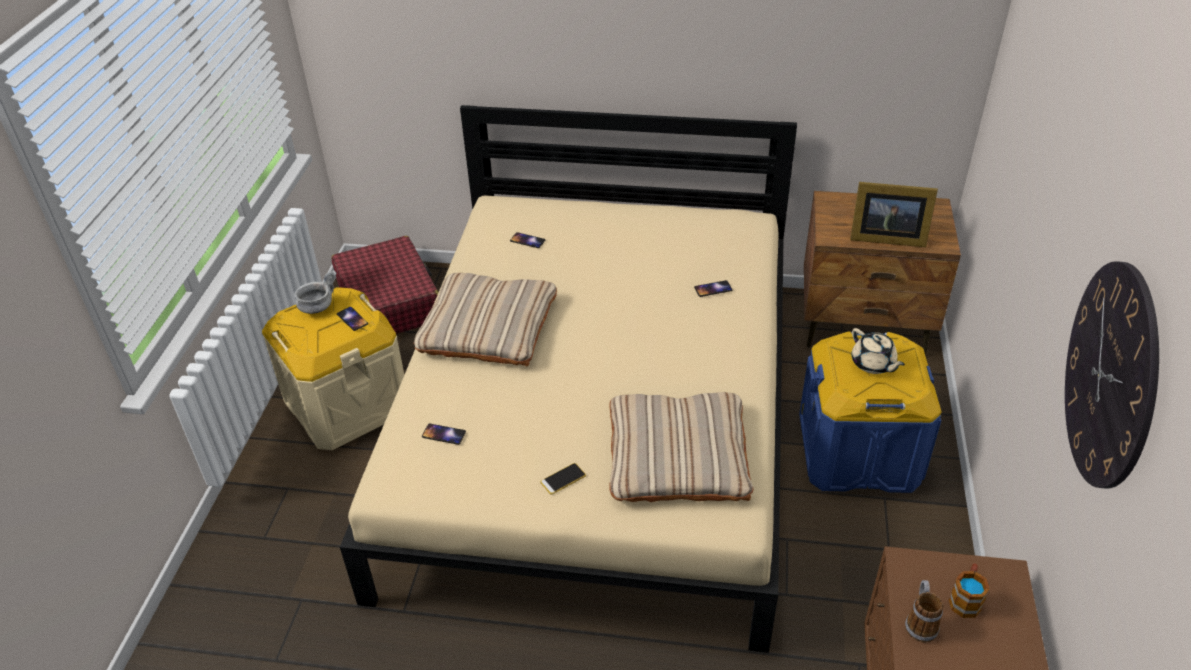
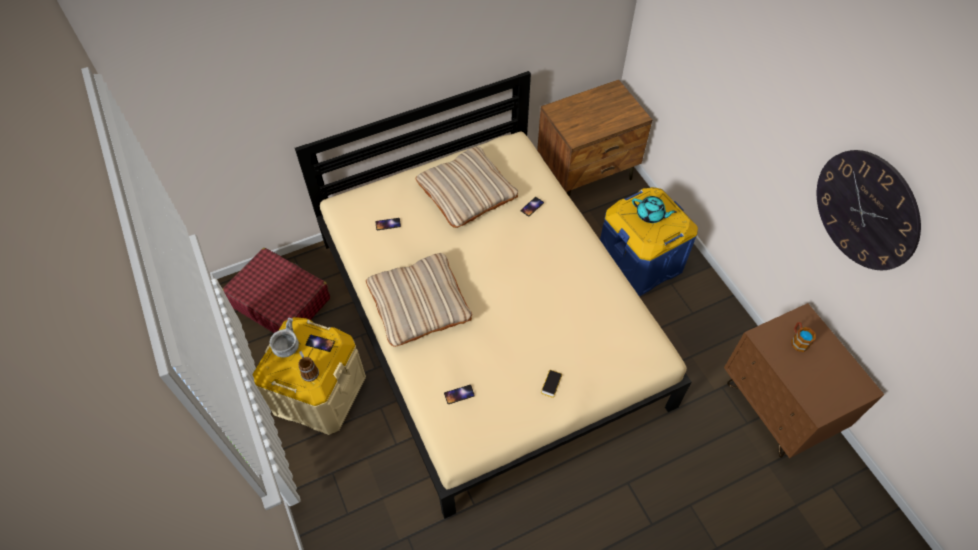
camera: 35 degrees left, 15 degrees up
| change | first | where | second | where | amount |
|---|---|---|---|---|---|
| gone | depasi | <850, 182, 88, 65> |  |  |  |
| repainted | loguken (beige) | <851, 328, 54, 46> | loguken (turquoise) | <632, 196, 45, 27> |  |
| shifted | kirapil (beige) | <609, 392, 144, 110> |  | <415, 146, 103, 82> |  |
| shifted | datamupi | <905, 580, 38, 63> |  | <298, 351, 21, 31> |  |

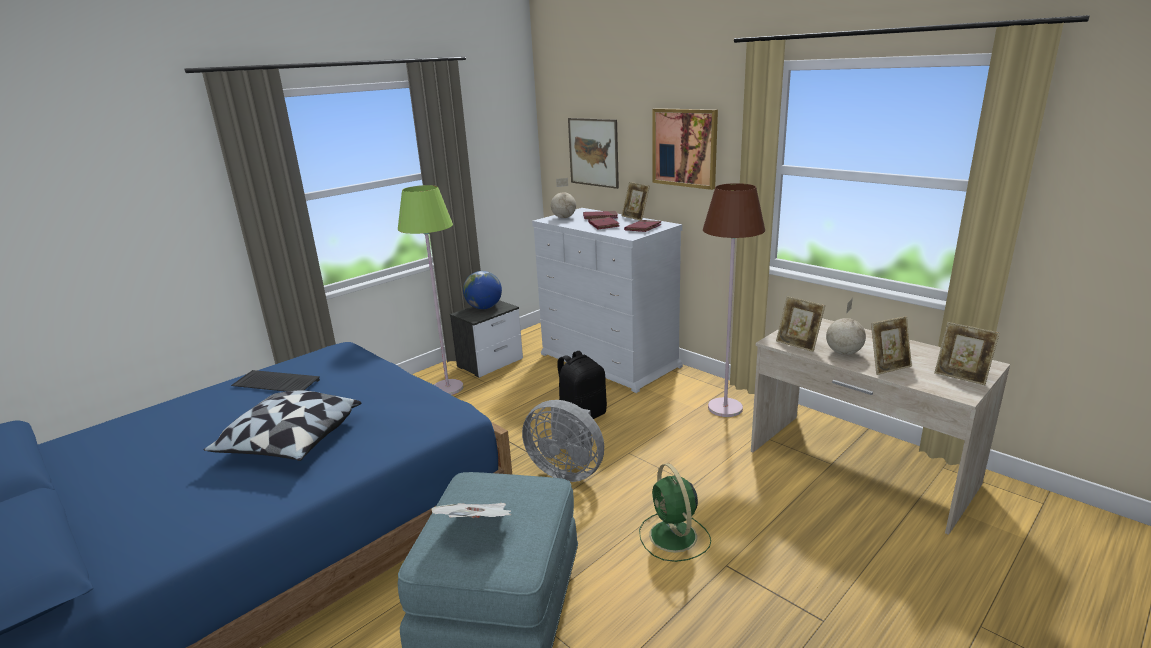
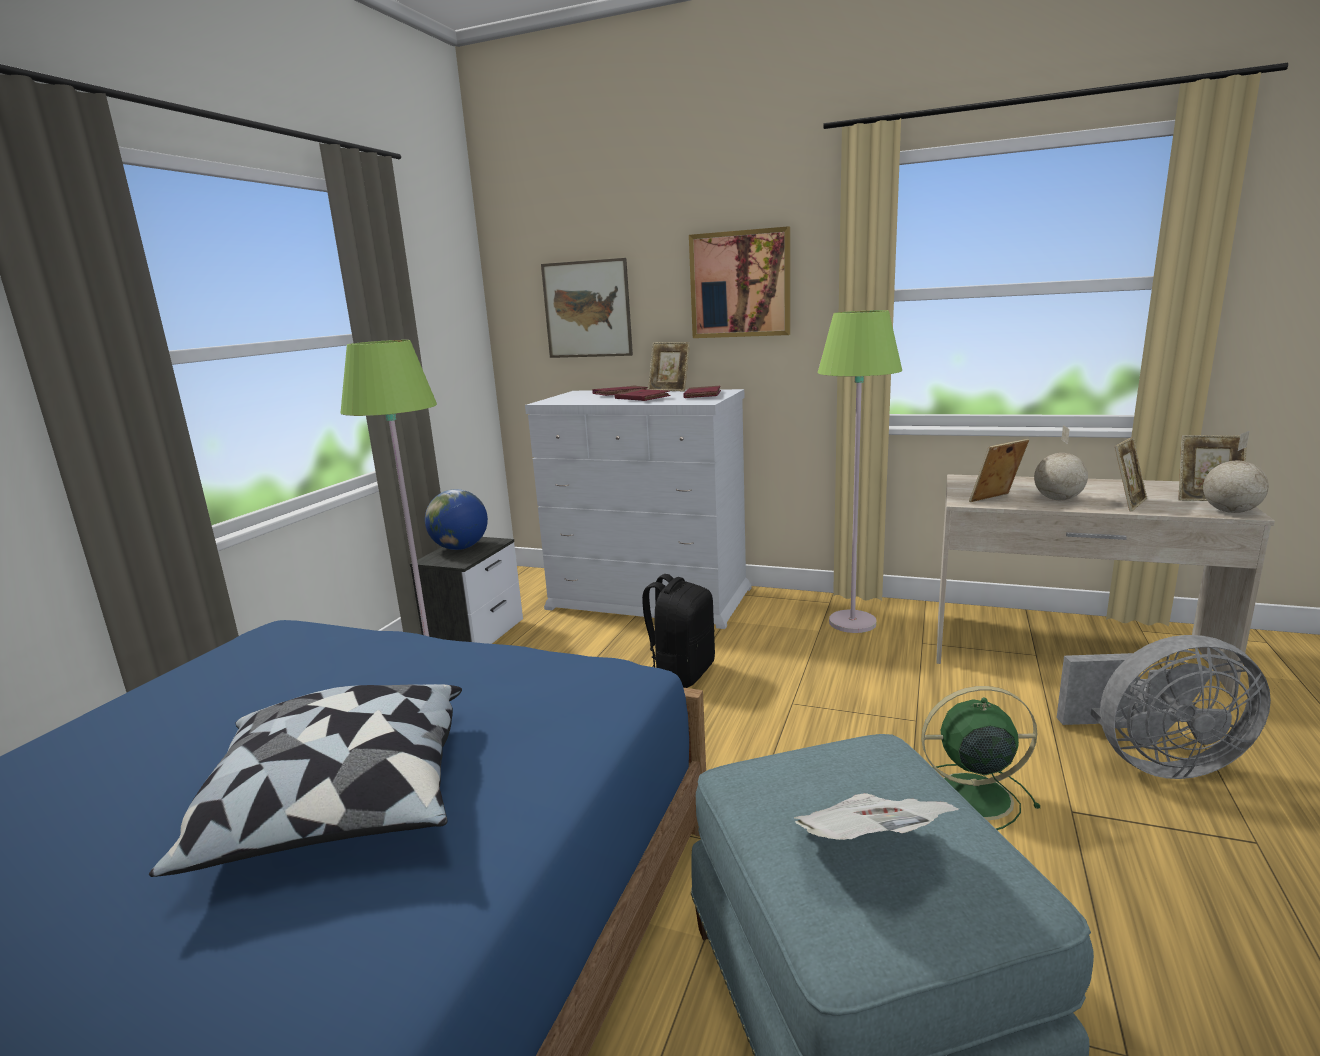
camera: 25 degrees left, 5 degrees down
| change | first | where | second | where | amount |
|---|---|---|---|---|---|
| shifted | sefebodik | <551, 178, 25, 40> |  | <1203, 431, 66, 82> |  |
| repainted | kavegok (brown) | <703, 183, 62, 234> | kavegok (green) | <818, 310, 84, 323> |  |
| rotated | depasi | <776, 296, 49, 56> |  | <969, 439, 60, 63> | 135 degrees clockwise |
| gone | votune | <231, 370, 89, 22> |  |  |  |
| shifted | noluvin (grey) | <522, 400, 82, 82> |  | <1057, 635, 214, 144> |  |
| rotated | noluvin (green) | <639, 463, 72, 99> |  | <922, 686, 119, 144> | 135 degrees clockwise |

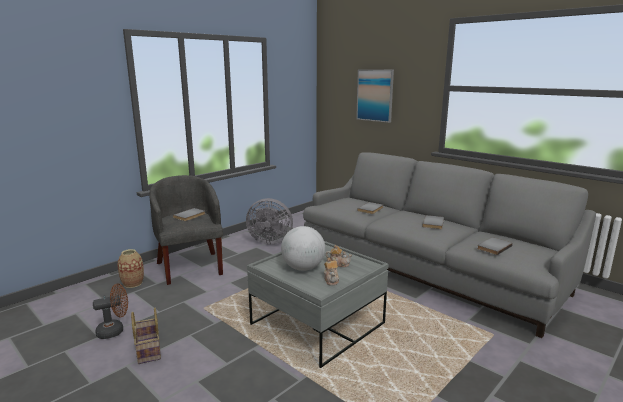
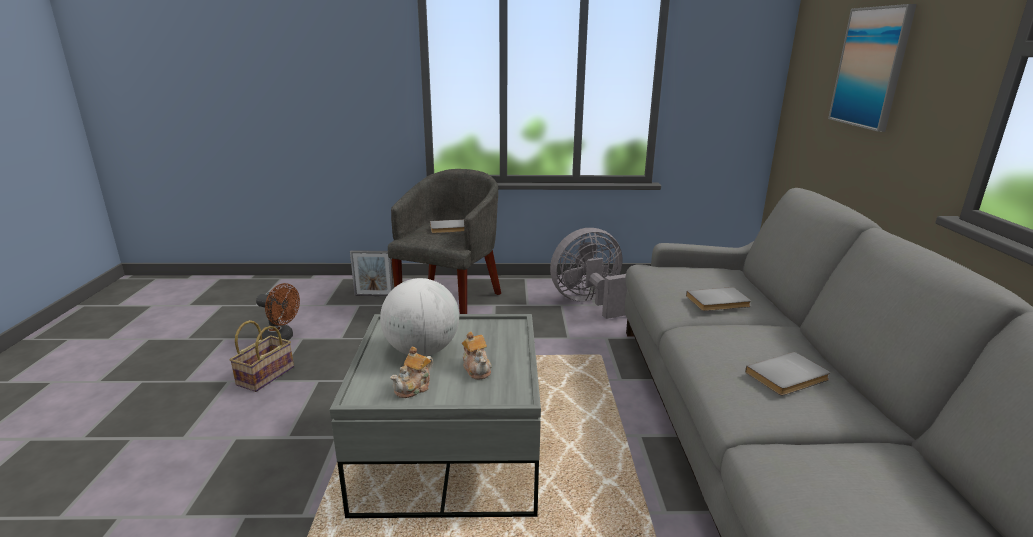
camera: 45 degrees right, 5 degrees up
| change | first | where | second | where | amount |
|---|---|---|---|---|---|
| rotated | noluvin (grey) | <246, 198, 47, 47> |  | <550, 228, 78, 91> | 105 degrees clockwise |
| gone | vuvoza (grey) | <477, 237, 36, 18> |  |  |  |
| swapped | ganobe | <118, 249, 26, 39> | depasi | <350, 250, 43, 46> |  |

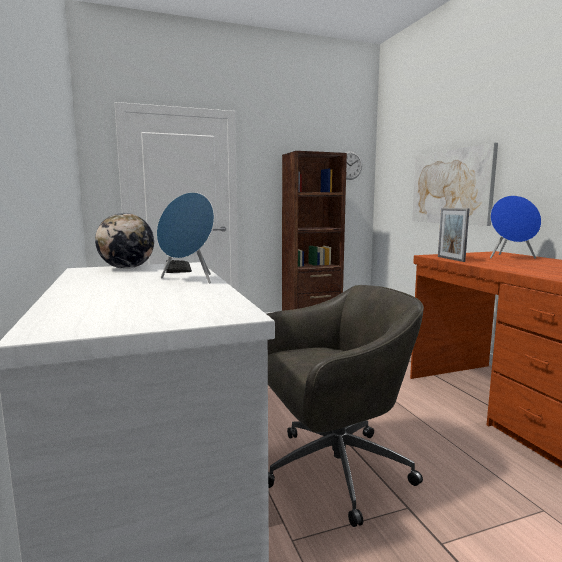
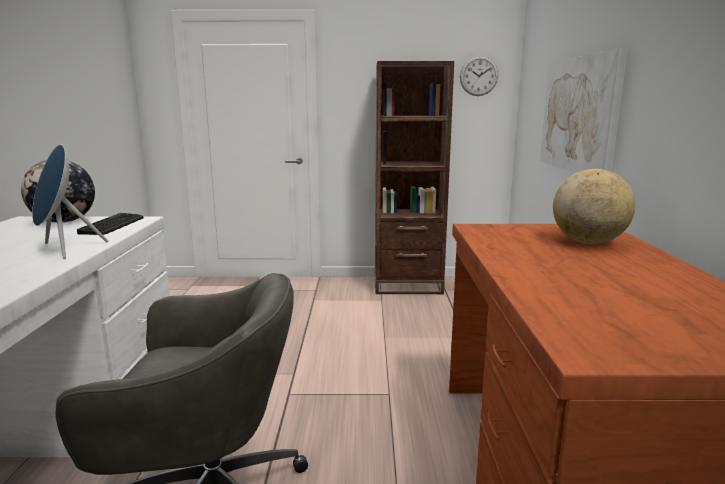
camera: 20 degrees right, 5 degrees up
| change | first | where | second | where | amount |
|---|---|---|---|---|---|
| swapped | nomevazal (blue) | <490, 195, 51, 64> | sefebodik | <553, 169, 82, 75> |  |
| gone | depasi | <438, 208, 31, 54> |  |  |  |

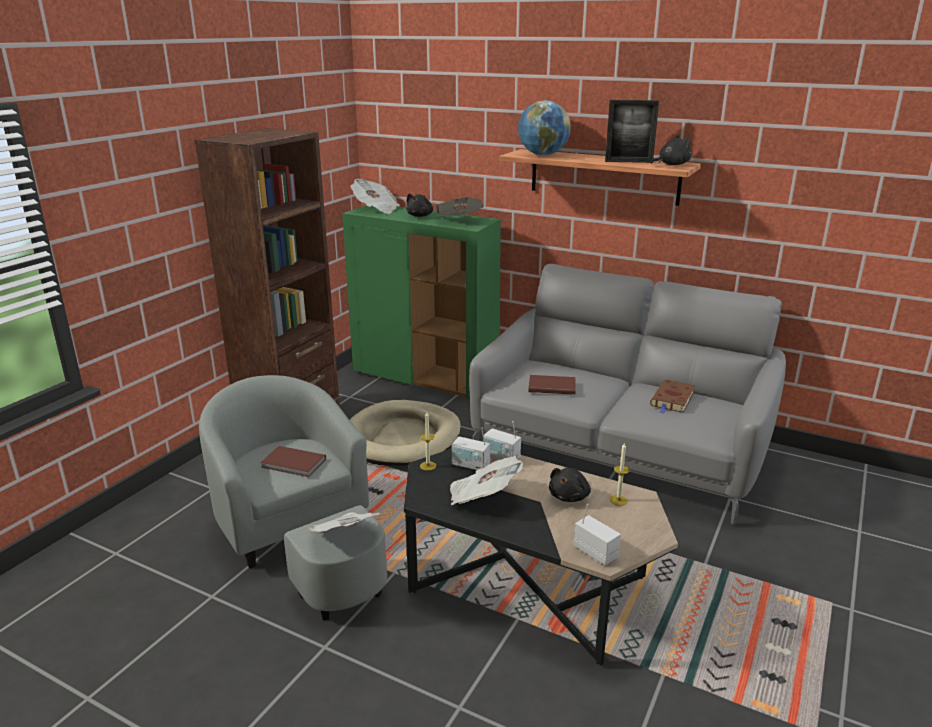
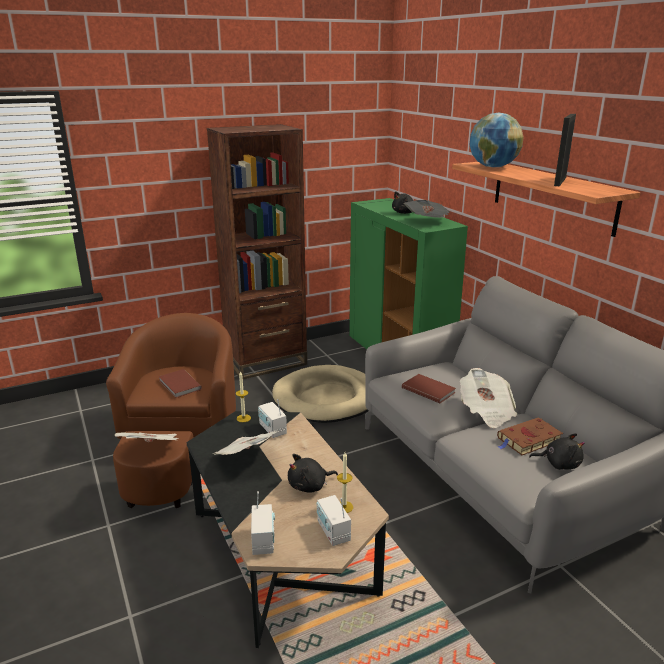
camera: 35 degrees right, 0 degrees up
| change | first | where | second | where | amount |
|---|---|---|---|---|---|
| rotated | depasi | <605, 100, 54, 63> |  | <554, 114, 22, 72> | 75 degrees clockwise |
| shifted | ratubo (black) | <651, 135, 41, 30> |  | <529, 433, 56, 37> |  |
| shifted | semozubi | <351, 179, 49, 35> |  | <460, 368, 57, 60> |  |
| repainted | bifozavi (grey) | <199, 375, 188, 245> | bifozavi (brown) | <106, 313, 130, 195> |  |
| shifted | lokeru | <483, 421, 38, 39> |  | <317, 495, 34, 51> |  |

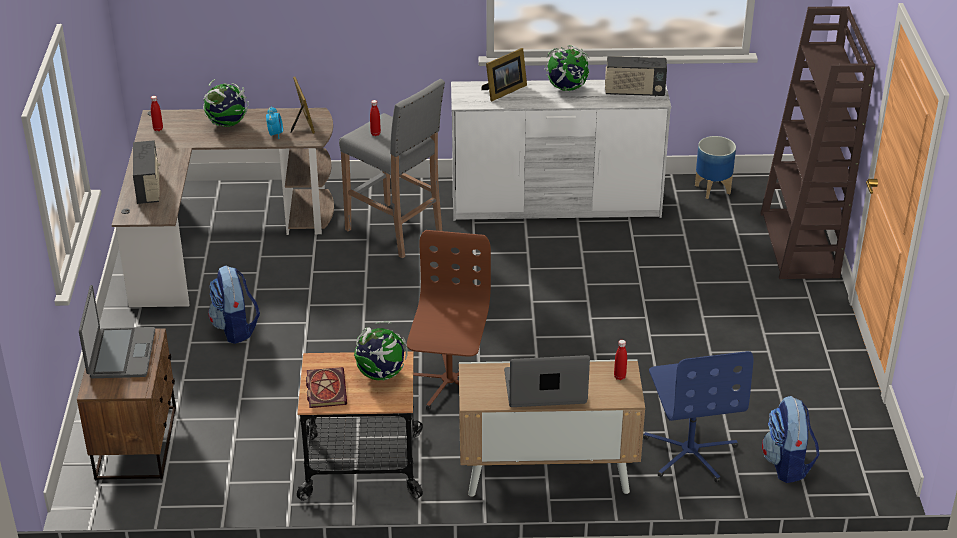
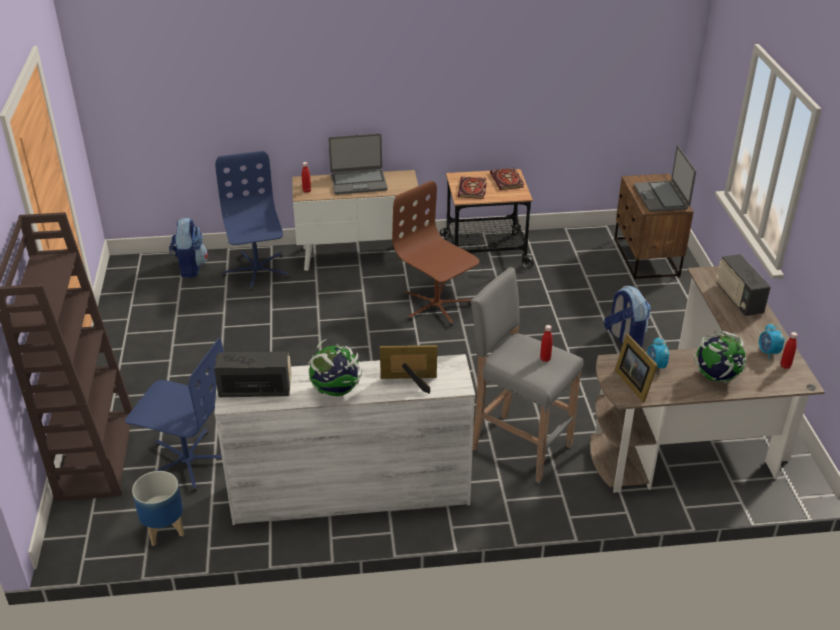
camera: 175 degrees right, 0 degrees up
| change | first | where | second | where | amount |
|---|---|---|---|---|---|
| rotated | depasi | <481, 48, 46, 54> |  | <380, 345, 57, 49> | 45 degrees clockwise |
| rotated | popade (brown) | <407, 230, 84, 180> |  | <392, 181, 87, 146> | 135 degrees clockwise |
| swapped | sefebodik | <354, 321, 54, 60> | vuvoza | <458, 177, 29, 22> |  |
| new |  |  | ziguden | <759, 323, 26, 36> |  |
| new |  |  | popade (blue) | <125, 338, 99, 154> |  |

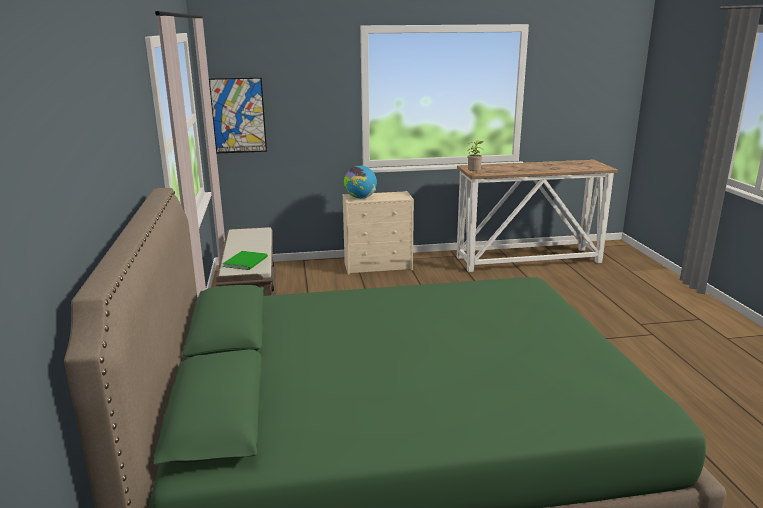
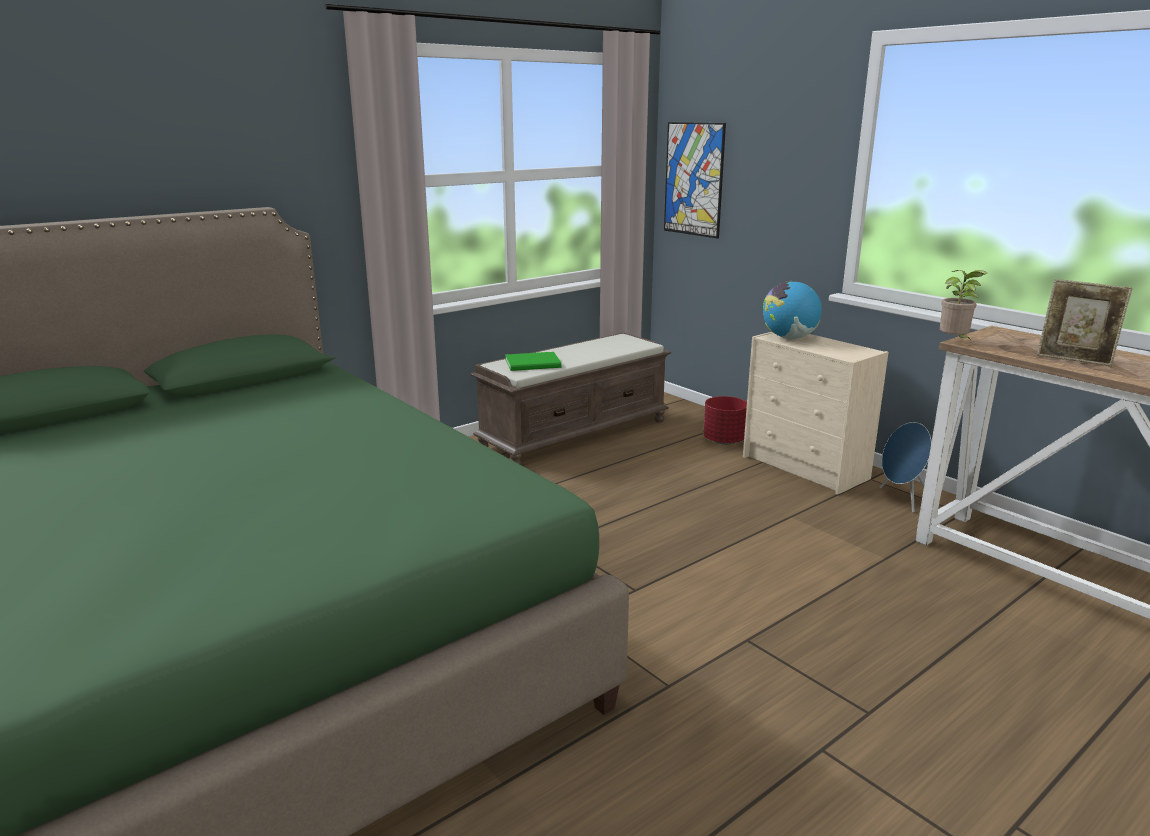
camera: 60 degrees right, 0 degrees up
| change | first | where | second | where | amount |
|---|---|---|---|---|---|
| new |  |  | depasi | <1037, 279, 96, 88> |  |
| new |  |  | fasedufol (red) | <703, 396, 44, 49> |  |
| new |  |  | nomevazal (blue) | <880, 422, 51, 90> |  |

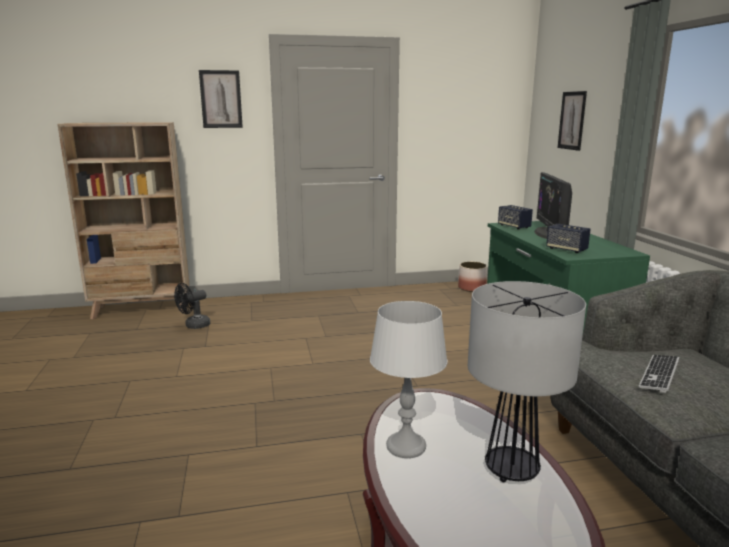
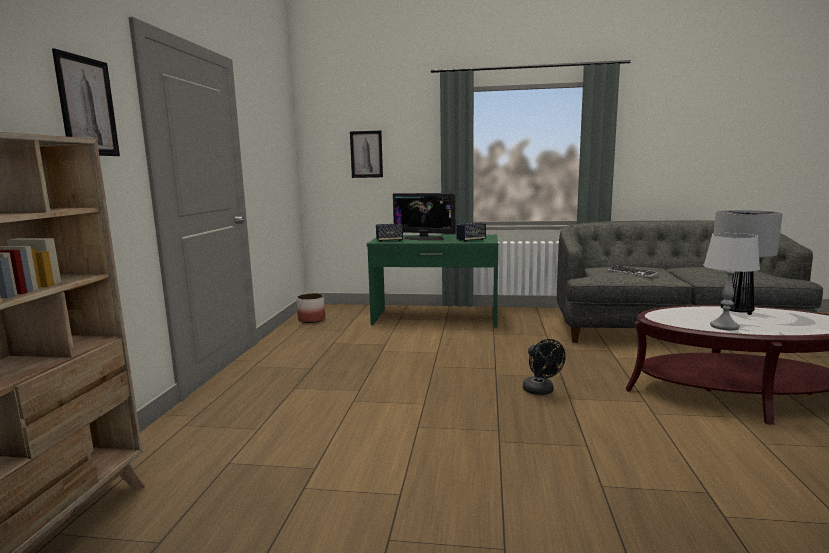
camera: 70 degrees left, 5 degrees down
| change | first | where | second | where | amount |
|---|---|---|---|---|---|
| shifted | noluvin (black) | <174, 283, 36, 46> |  | <523, 339, 43, 56> |  |

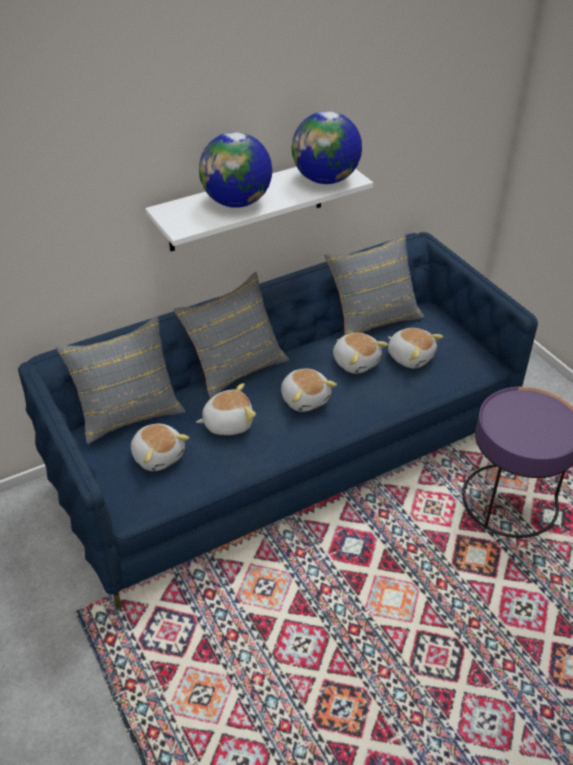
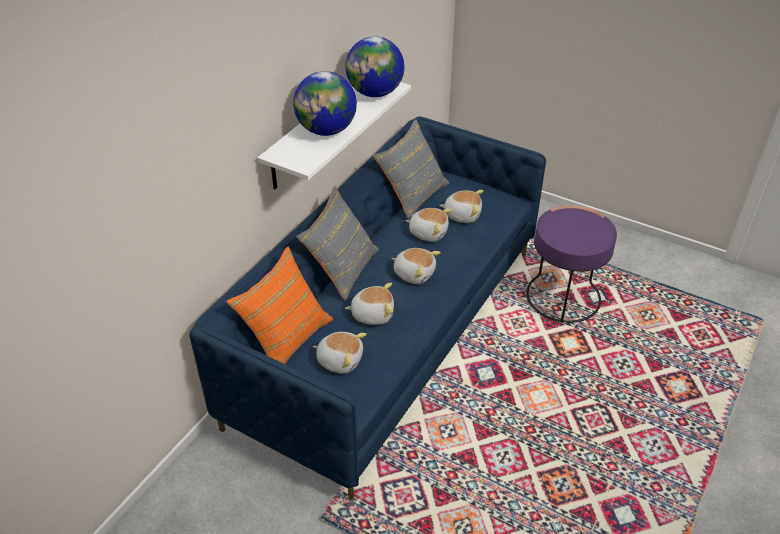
camera: 30 degrees left, 0 degrees up
| change | first | where | second | where | amount |
|---|---|---|---|---|---|
| repainted | kirapil (grey) | <56, 316, 130, 128> | kirapil (orange) | <226, 247, 107, 117> |  |
| rotated | ratubo | <196, 383, 60, 52> |  | <345, 283, 49, 42> | 45 degrees clockwise |

